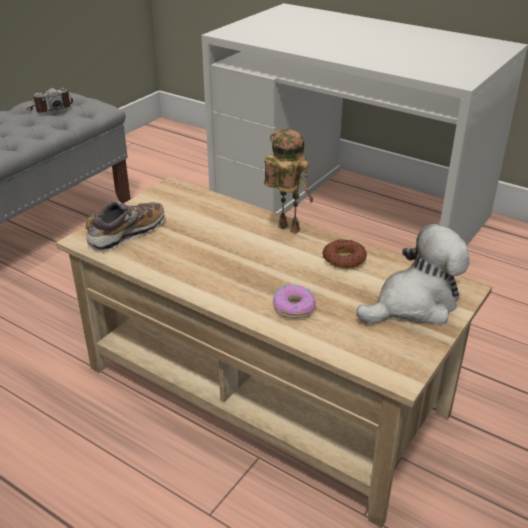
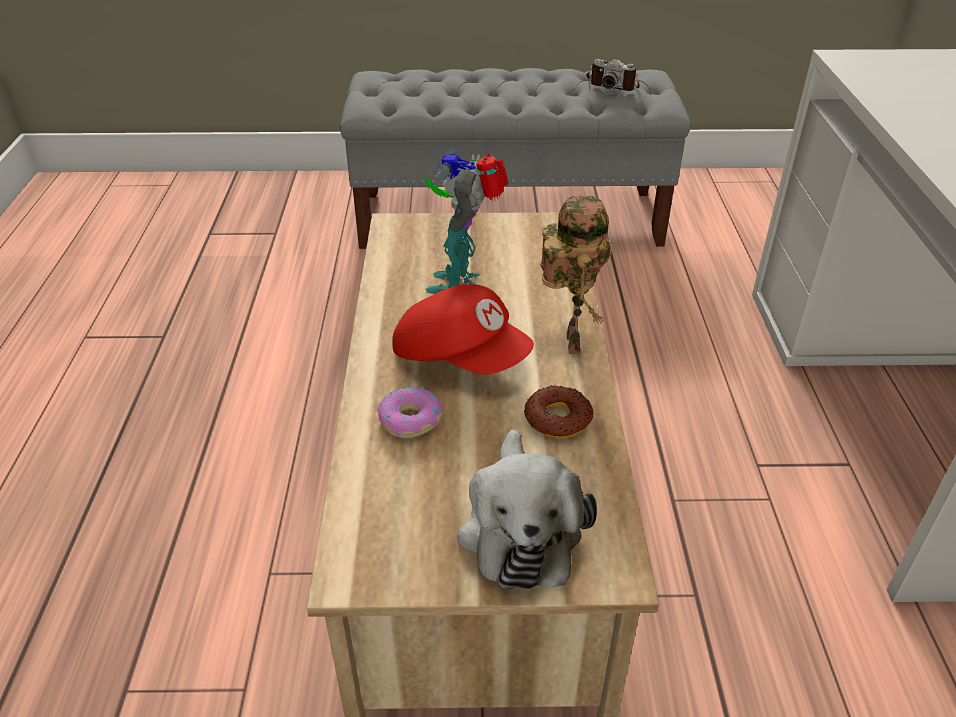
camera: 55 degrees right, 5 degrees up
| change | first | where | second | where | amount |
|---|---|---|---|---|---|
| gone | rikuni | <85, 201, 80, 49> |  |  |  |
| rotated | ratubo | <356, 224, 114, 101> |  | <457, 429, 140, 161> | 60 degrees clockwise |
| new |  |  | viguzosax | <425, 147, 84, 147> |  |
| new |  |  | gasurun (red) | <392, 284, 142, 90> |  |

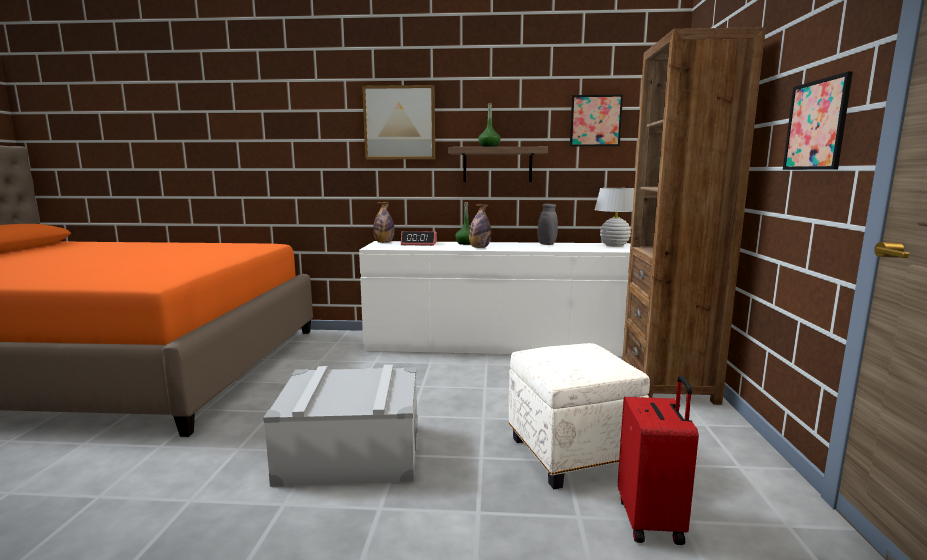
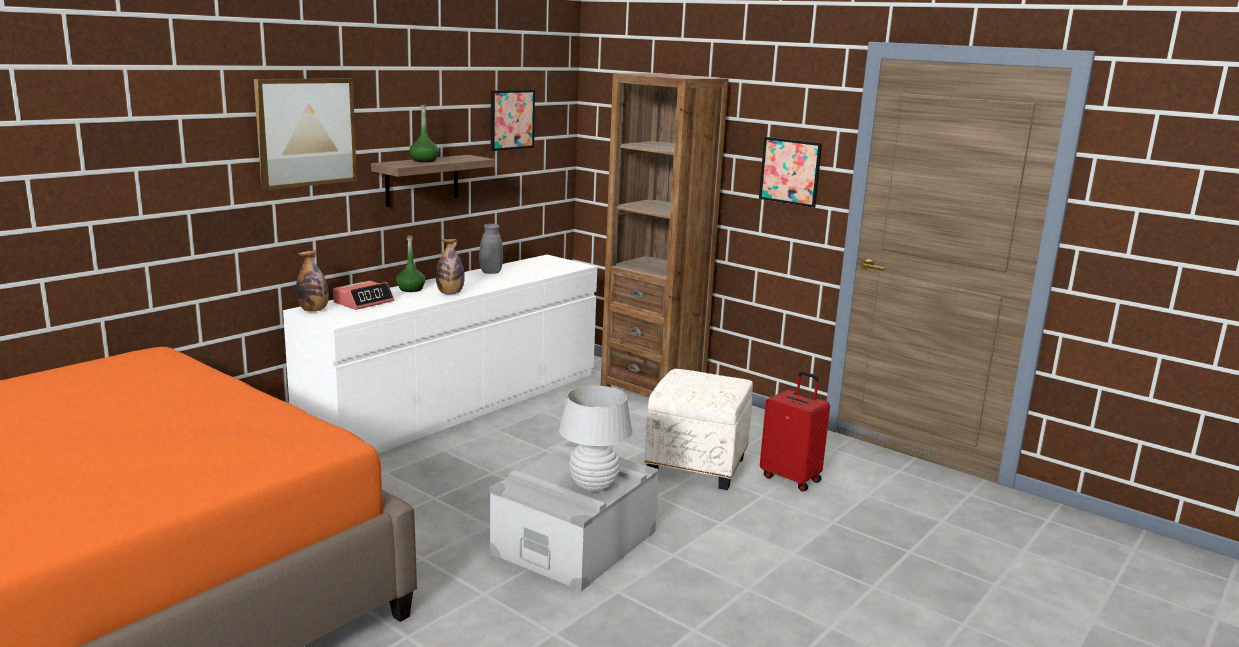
camera: 55 degrees left, 5 degrees up
| change | first | where | second | where | amount |
|---|---|---|---|---|---|
| shifted | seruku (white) | <595, 188, 39, 59> |  | <559, 386, 74, 106> |  |

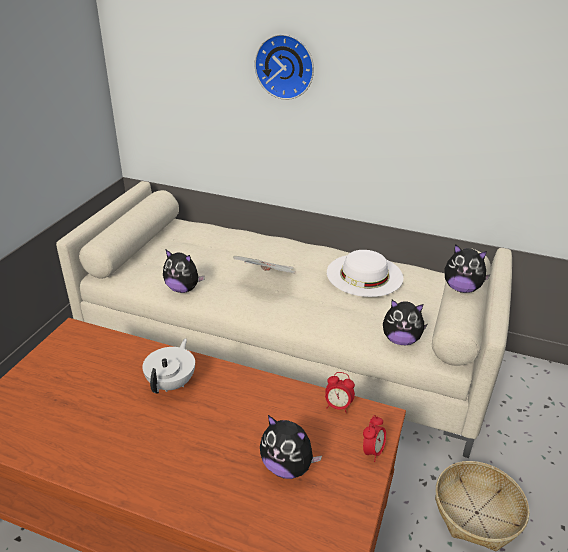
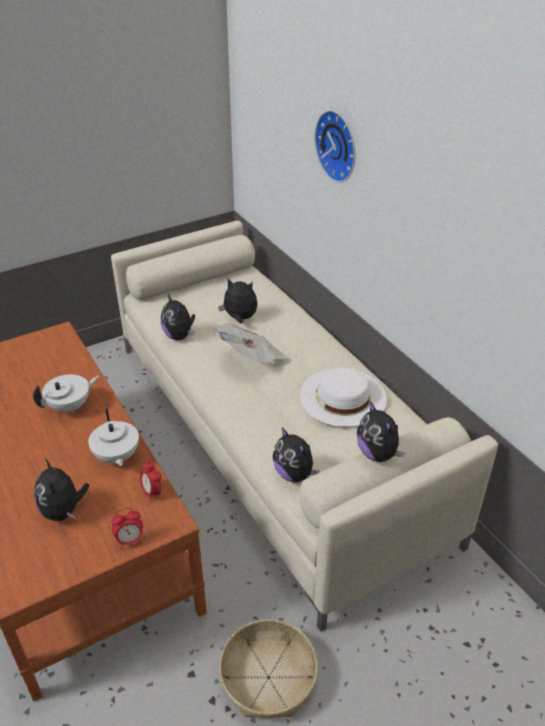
camera: 40 degrees right, 5 degrees up
| change | first | where | second | where | amount |
|---|---|---|---|---|---|
| new |  |  | ratubo | <218, 279, 39, 44> |  |
| new |  |  | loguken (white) | <88, 408, 51, 58> |  |

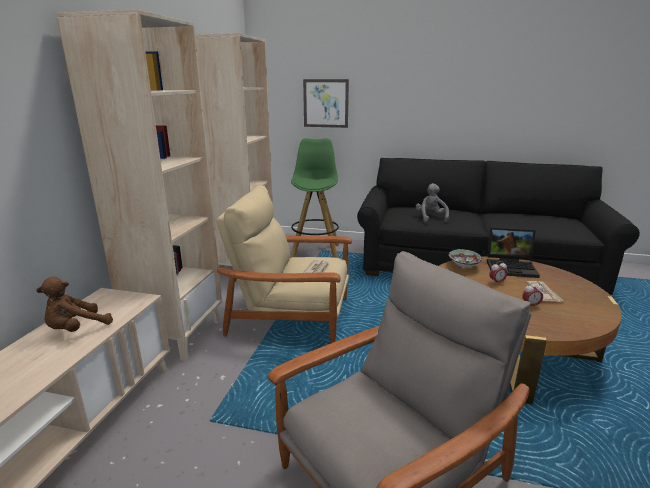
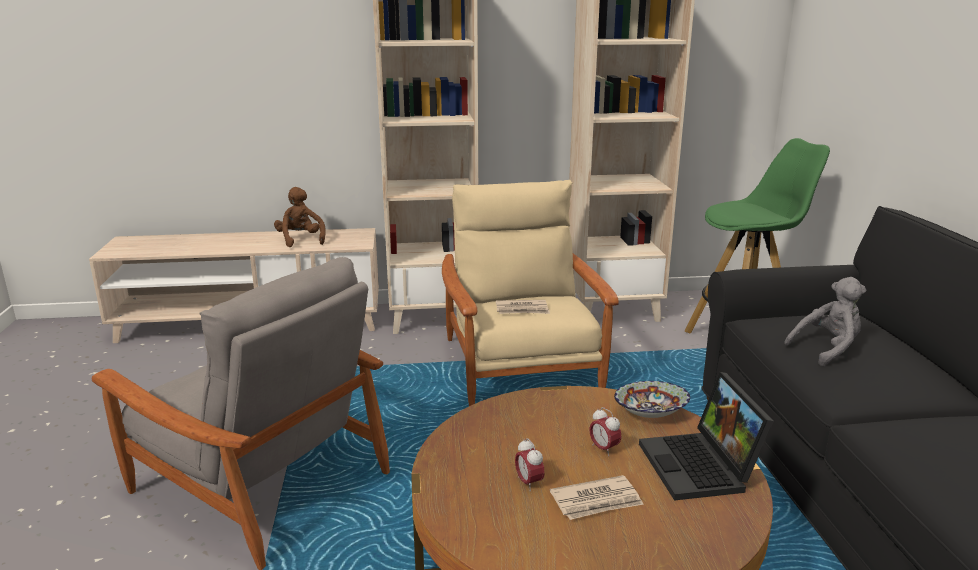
camera: 70 degrees right, 0 degrees up
| change | first | where | second | where | amount |
|---|---|---|---|---|---|
| gone | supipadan | <303, 79, 46, 49> |  |  |  |
| rotated | ratubo (brown) | <36, 277, 77, 55> |  | <274, 187, 52, 60> | 45 degrees clockwise |

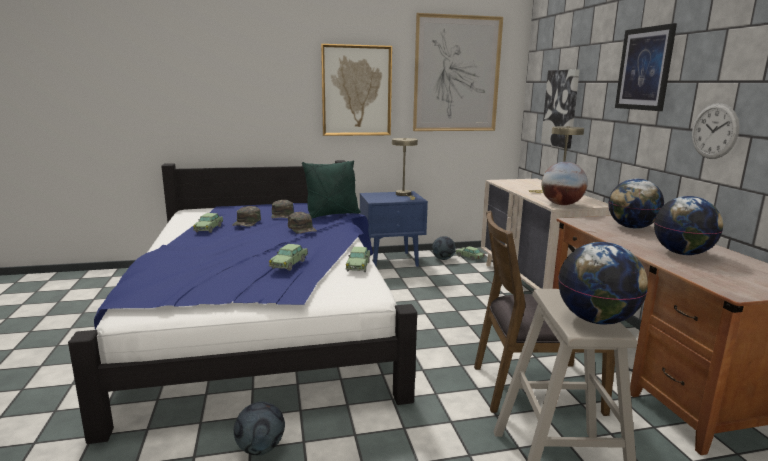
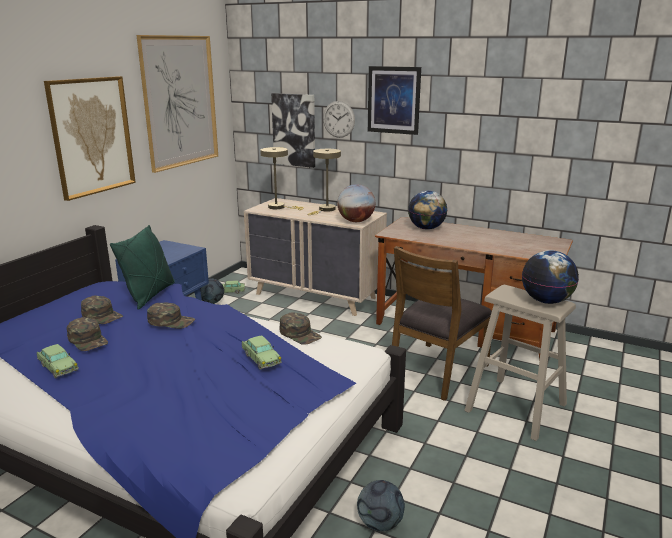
camera: 50 degrees left, 5 degrees up
| change | first | where | second | where | amount |
|---|---|---|---|---|---|
| shifted | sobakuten | <692, 103, 47, 56> |  | <323, 101, 32, 37> |  |
| shifted | seruku (beige) | <392, 138, 26, 62> |  | <260, 147, 43, 63> |  |
| gone | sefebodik | <654, 196, 69, 59> |  |  |  |
| swapped | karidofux | <345, 247, 25, 25> | gasurun (green) | <279, 312, 43, 33> |  |

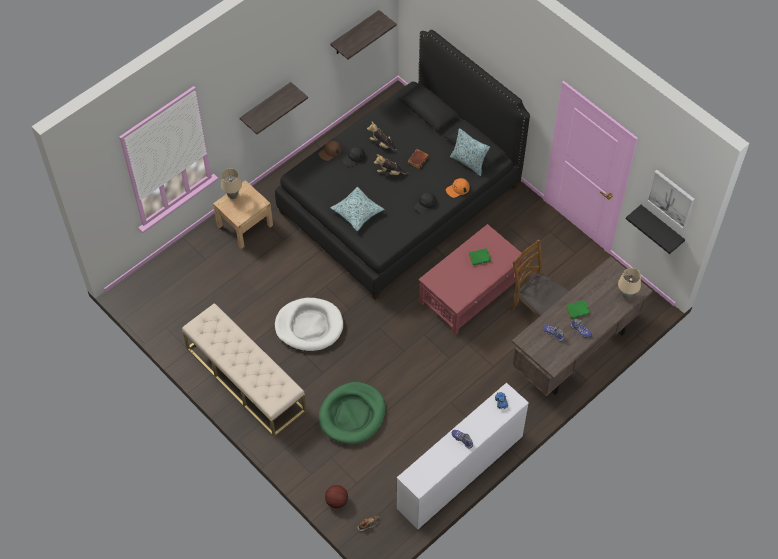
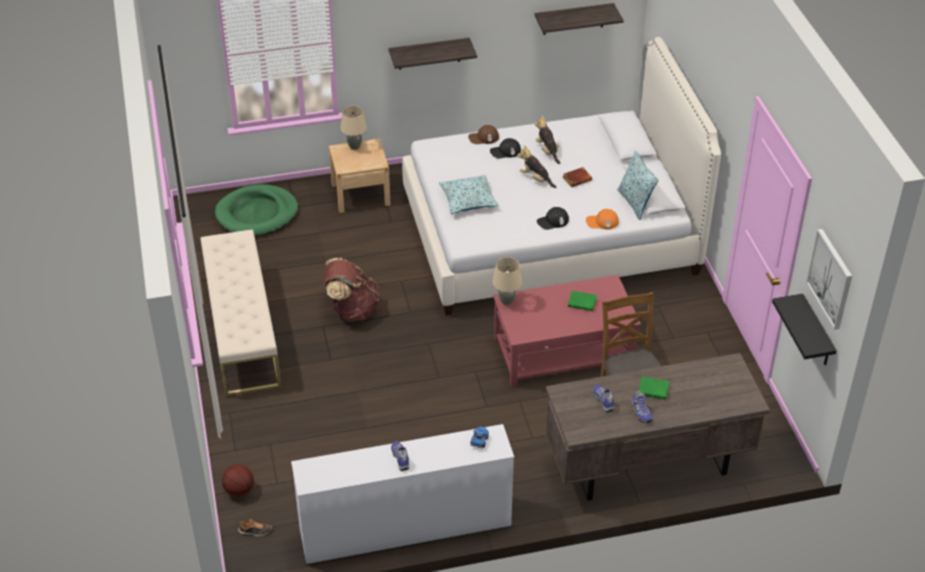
camera: 30 degrees right, 15 degrees down
| change | first | where | second | where | amount |
|---|---|---|---|---|---|
| repainted | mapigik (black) | <275, 30, 255, 270> | mapigik (white) | <402, 37, 319, 278> |  |
| shifted | seruku (beige) | <618, 268, 23, 31> |  | <492, 257, 30, 48> |  |
| swapped | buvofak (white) | <275, 298, 68, 53> | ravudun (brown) | <323, 258, 56, 63> |  |
| shifted | buvofak (green) | <319, 382, 67, 62> |  | <215, 184, 83, 53> |  |

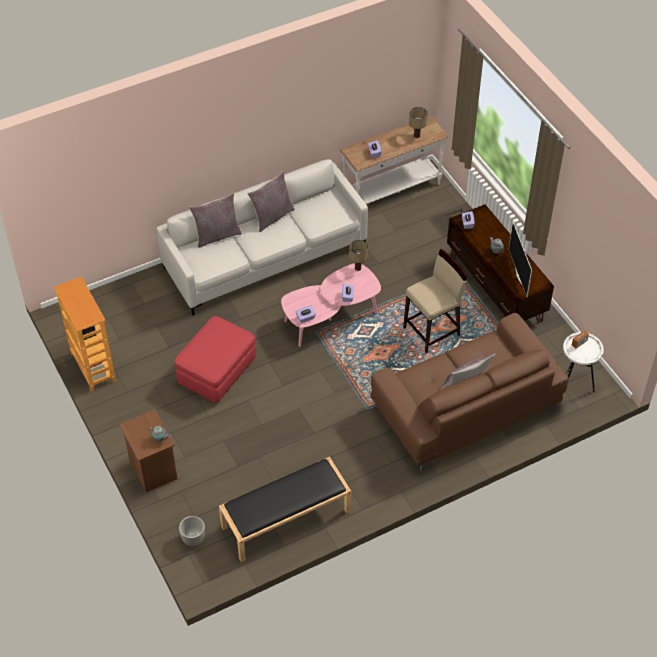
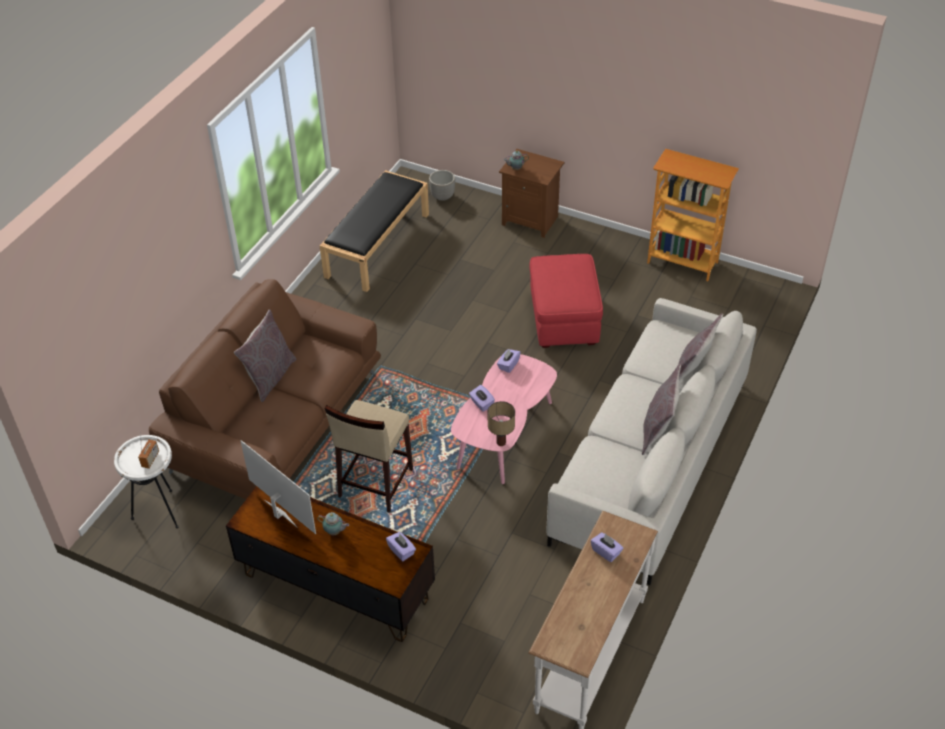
camera: 145 degrees right, 5 degrees down
| change | first | where | second | where | amount |
|---|---|---|---|---|---|
| gone | seruku | <409, 107, 19, 31> |  |  |  |

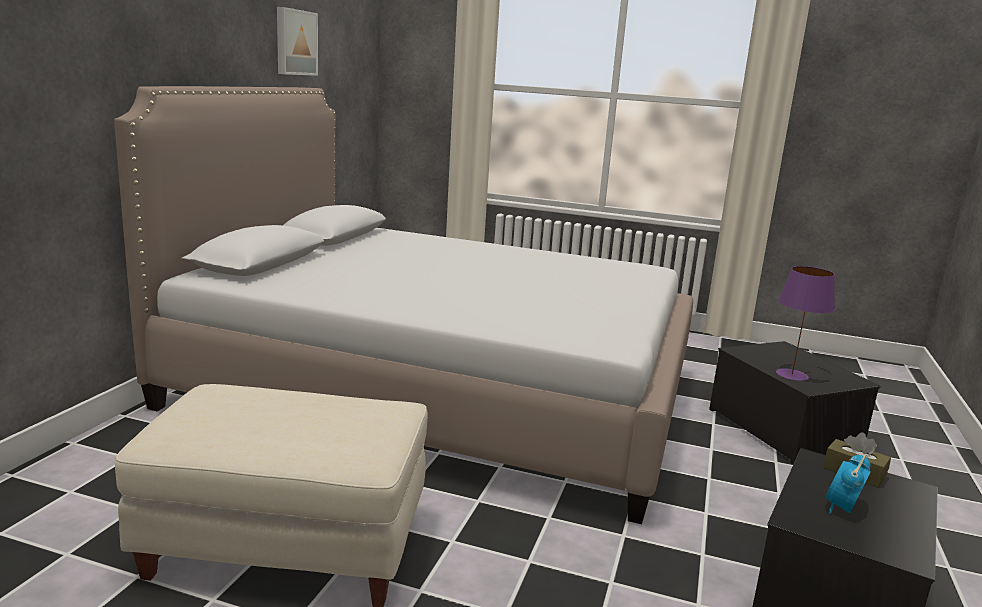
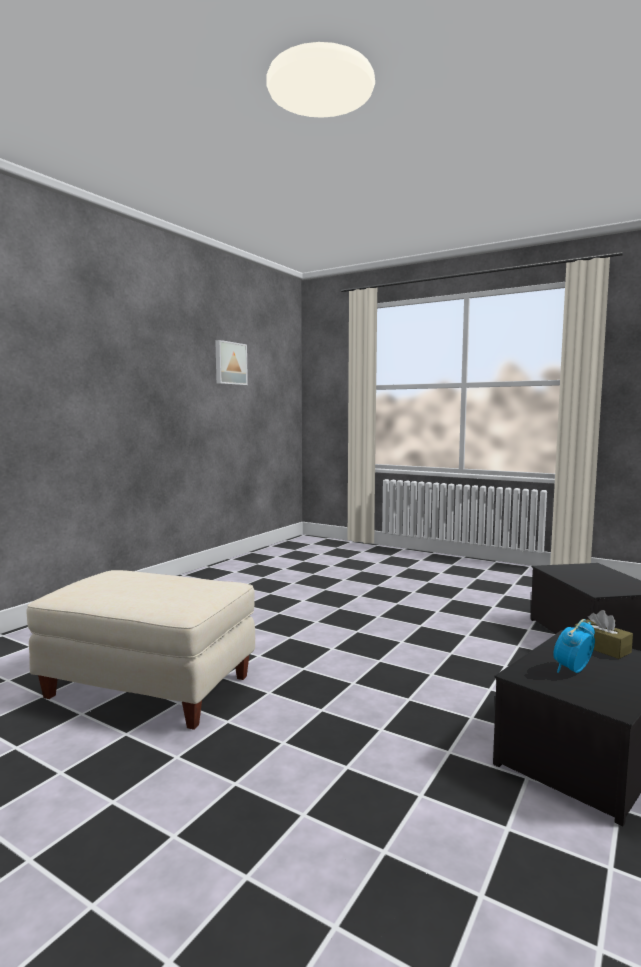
camera: 15 degrees right, 10 degrees down
| change | first | where | second | where | amount |
|---|---|---|---|---|---|
| gone | mapigik | <114, 86, 579, 438> |  |  |  |
| gone | seruku (purple) | <776, 266, 59, 115> |  |  |  |

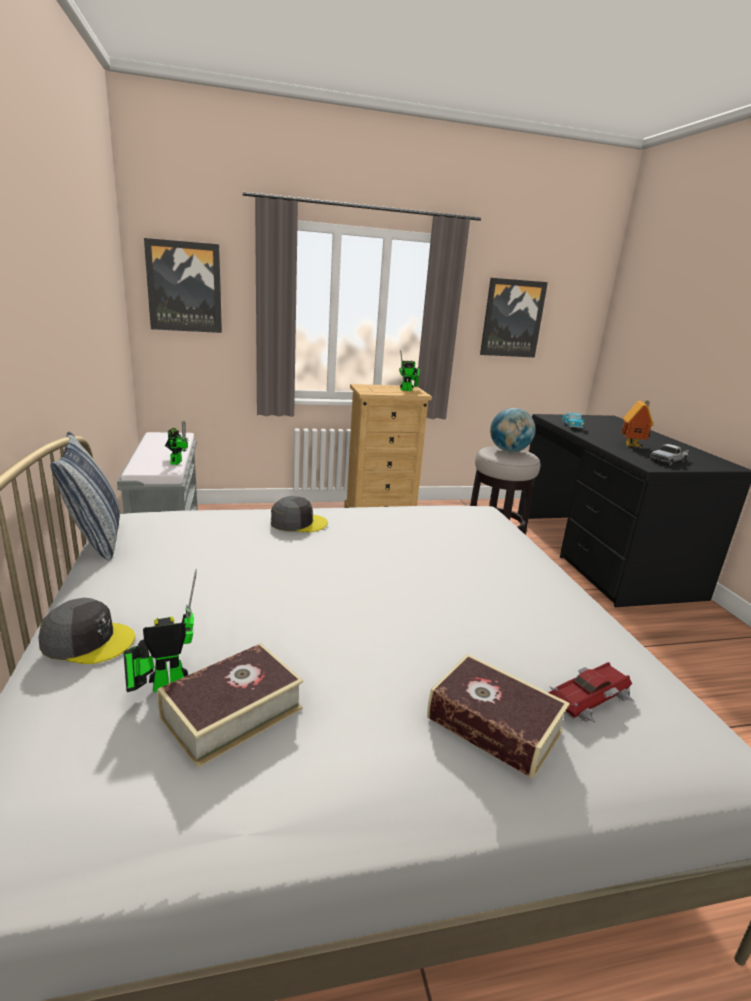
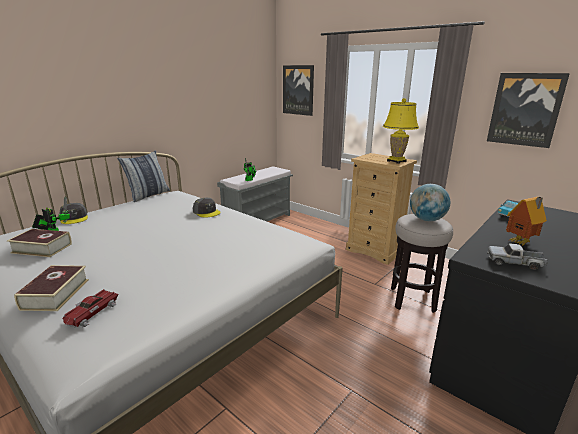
camera: 55 degrees right, 0 degrees up
| change | first | where | second | where | amount |
|---|---|---|---|---|---|
| swapped | viguzosax | <399, 350, 21, 41> | seruku (yellow) | <383, 98, 36, 66> |  |
| rotated | karidofux | <548, 662, 86, 61> |  | <62, 289, 57, 39> | 90 degrees clockwise |

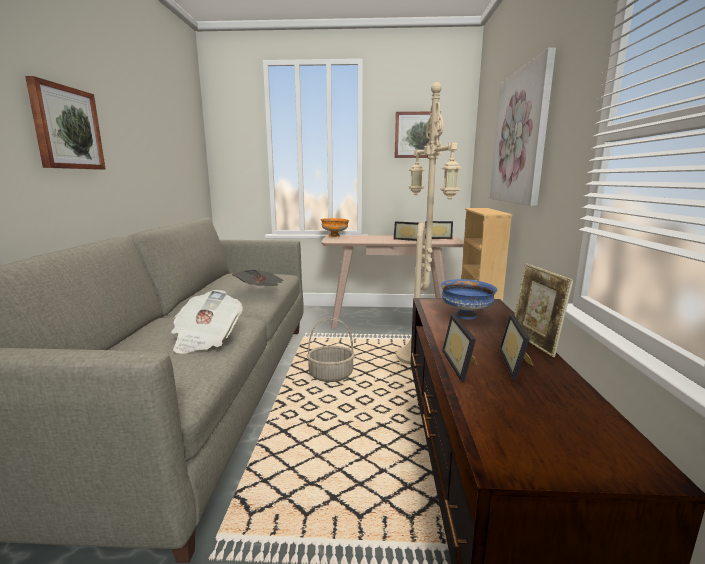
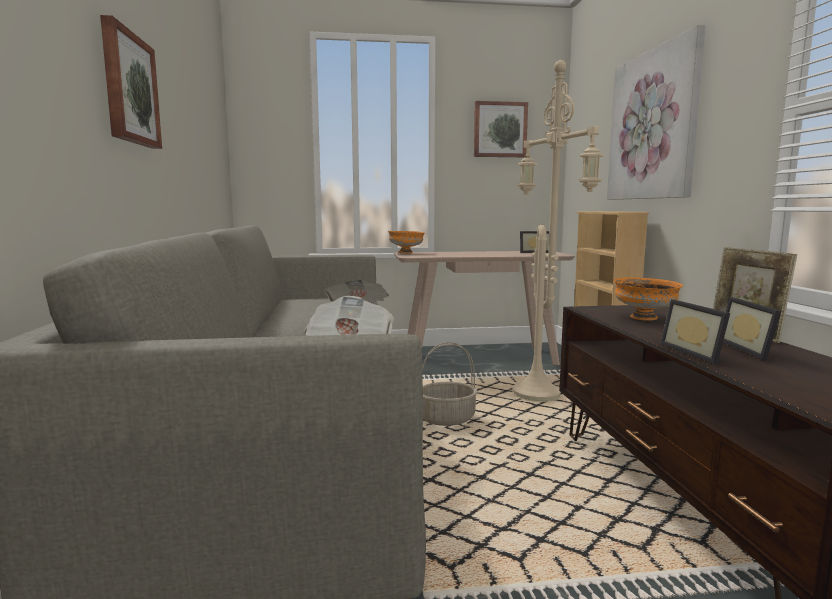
camera: 10 degrees left, 5 degrees down
| change | first | where | second | where | amount |
|---|---|---|---|---|---|
| gone | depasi | <393, 221, 26, 20> |  |  |  |
| repainted | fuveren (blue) | <441, 279, 56, 41> | fuveren (orange) | <614, 277, 69, 43> |  |

